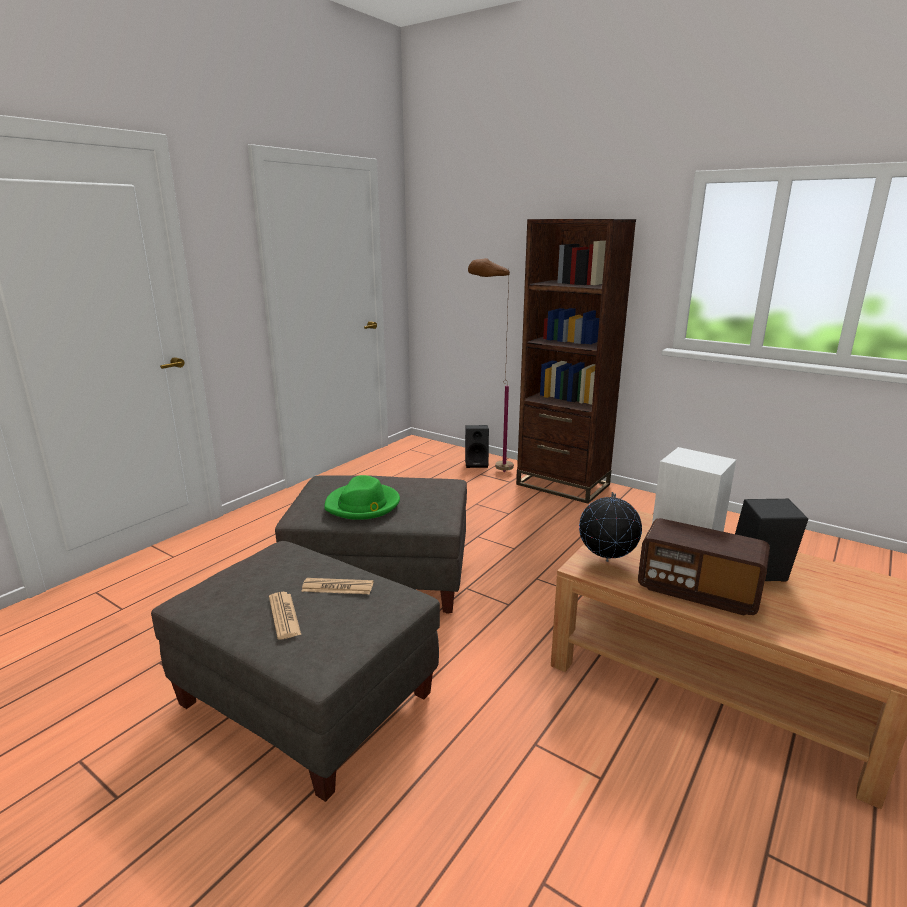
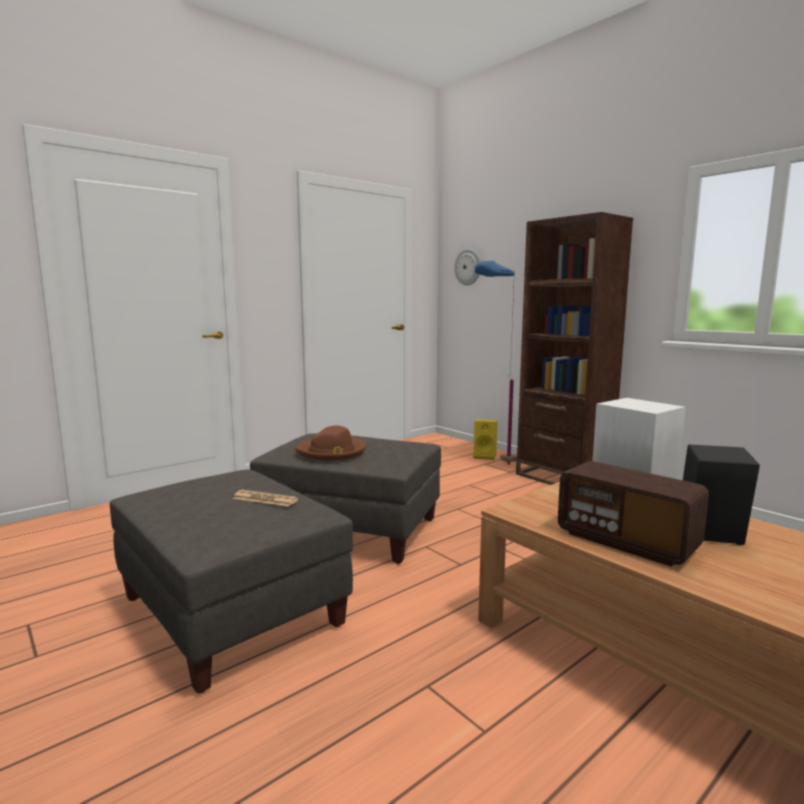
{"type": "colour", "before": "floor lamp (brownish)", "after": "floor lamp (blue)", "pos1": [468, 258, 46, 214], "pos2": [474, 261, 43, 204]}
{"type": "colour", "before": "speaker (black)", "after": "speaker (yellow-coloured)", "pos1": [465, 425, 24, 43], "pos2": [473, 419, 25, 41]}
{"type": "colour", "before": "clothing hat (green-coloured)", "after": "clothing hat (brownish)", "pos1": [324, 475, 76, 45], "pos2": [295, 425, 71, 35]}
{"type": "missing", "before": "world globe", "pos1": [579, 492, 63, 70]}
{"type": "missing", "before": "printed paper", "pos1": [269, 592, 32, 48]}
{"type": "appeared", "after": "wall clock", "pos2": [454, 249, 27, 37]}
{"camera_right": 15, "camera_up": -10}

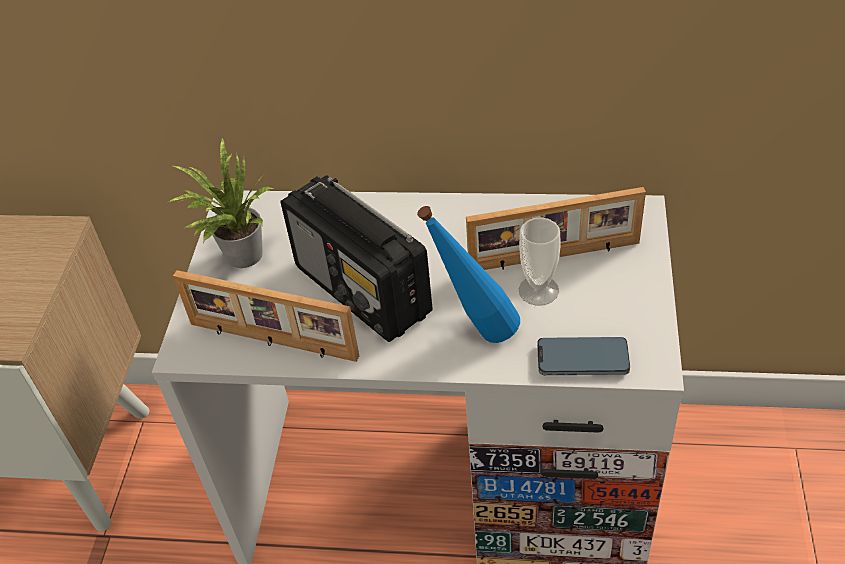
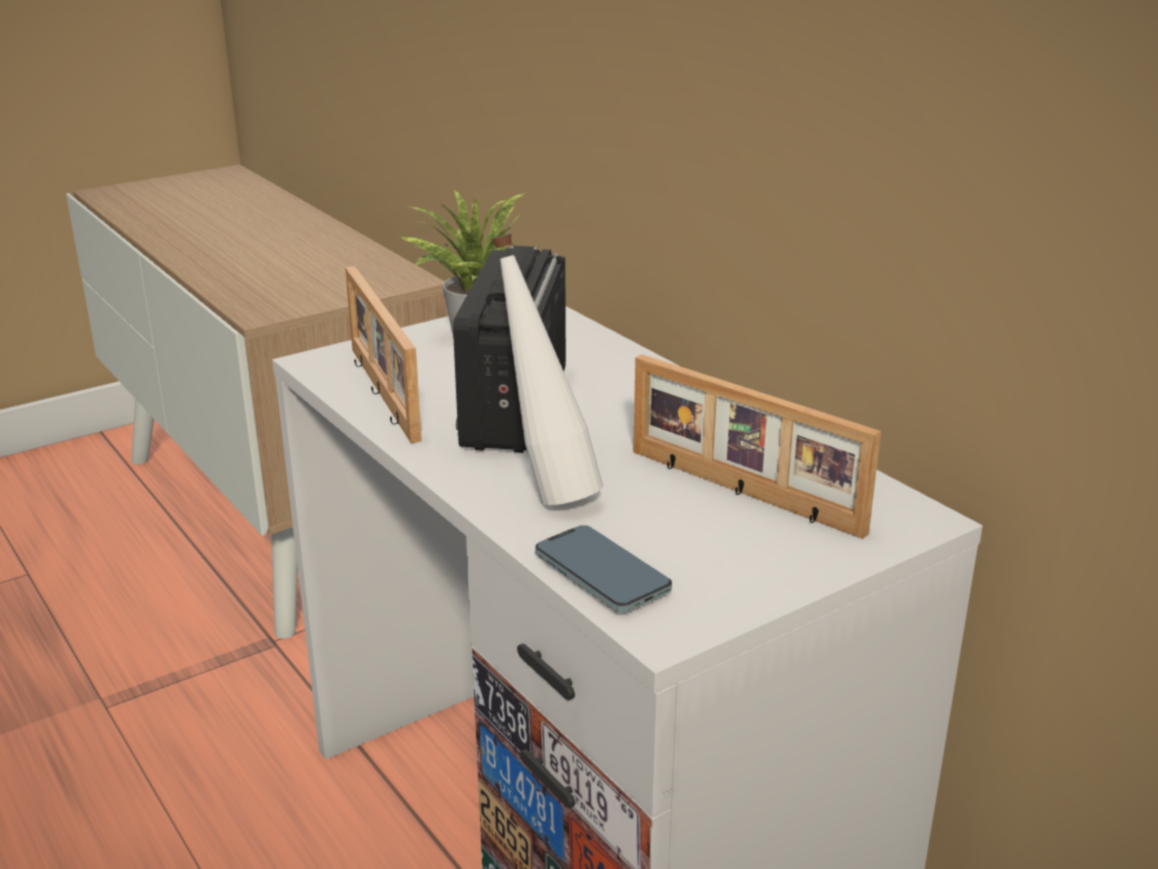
{"type": "colour", "before": "beverage bottle (blue)", "after": "beverage bottle (white)", "pos1": [417, 206, 103, 137], "pos2": [492, 234, 111, 271]}
{"type": "missing", "before": "drinking cup", "pos1": [519, 217, 41, 89]}
{"camera_right": 45, "camera_up": -20}

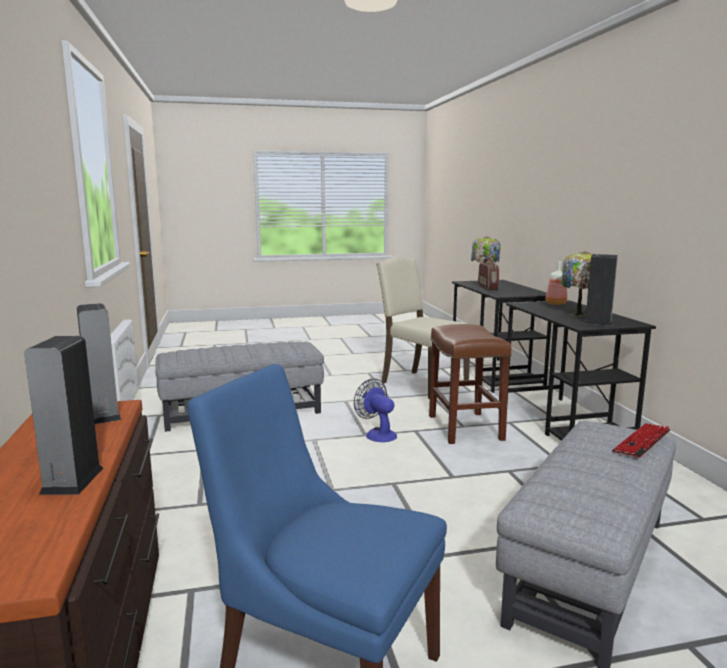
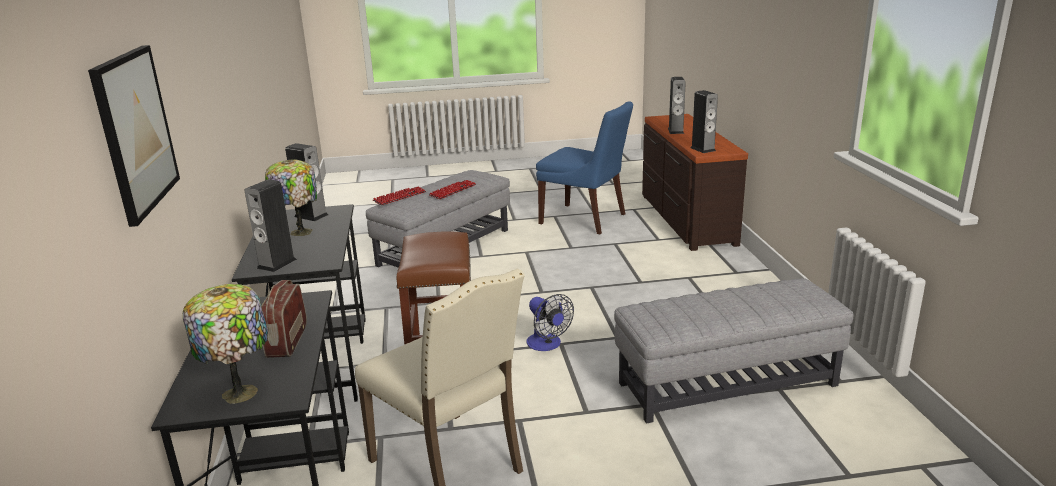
{"type": "exchanged", "before": "beverage bottle", "after": "speaker", "pos1": [546, 261, 21, 44], "pos2": [244, 179, 53, 93]}
{"type": "appeared", "after": "wall picture", "pos2": [88, 45, 92, 182]}
{"type": "appeared", "after": "keyboard", "pos2": [429, 180, 47, 19]}
{"camera_right": -175, "camera_up": 10}

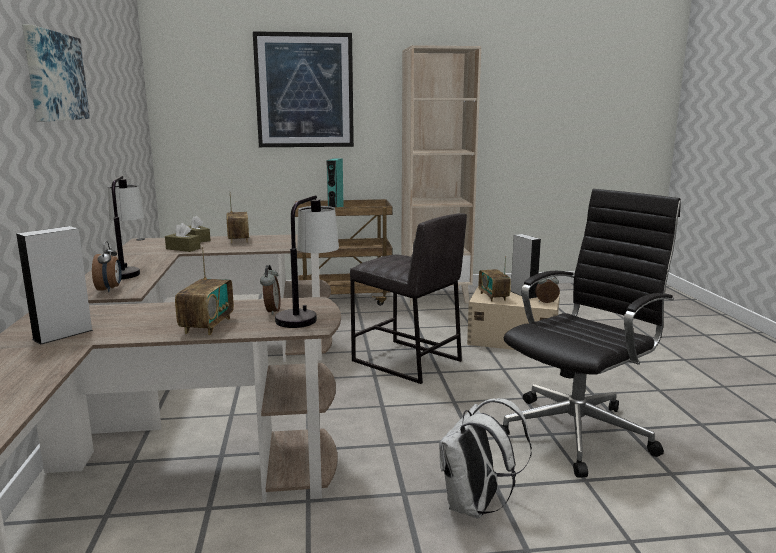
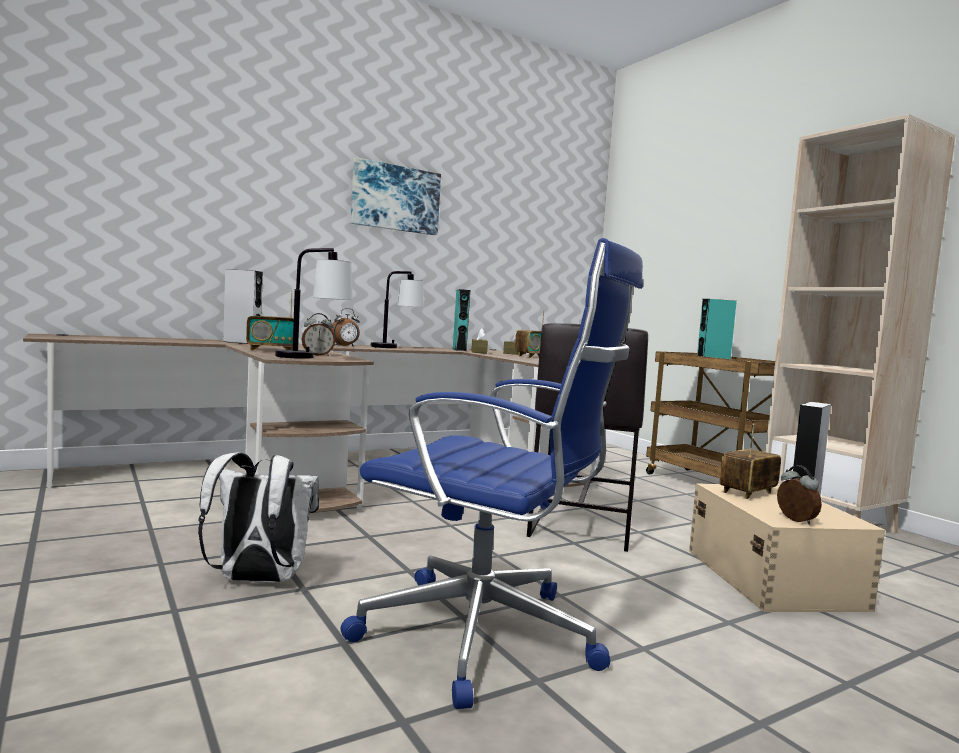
{"type": "missing", "before": "wall picture", "pos1": [253, 31, 101, 116]}
{"type": "colour", "before": "office chair (black)", "after": "office chair (blue)", "pos1": [501, 189, 180, 289], "pos2": [340, 238, 303, 471]}
{"type": "appeared", "after": "speaker (turquoise-coloured)", "pos2": [453, 289, 17, 62]}
{"camera_right": 65, "camera_up": -10}

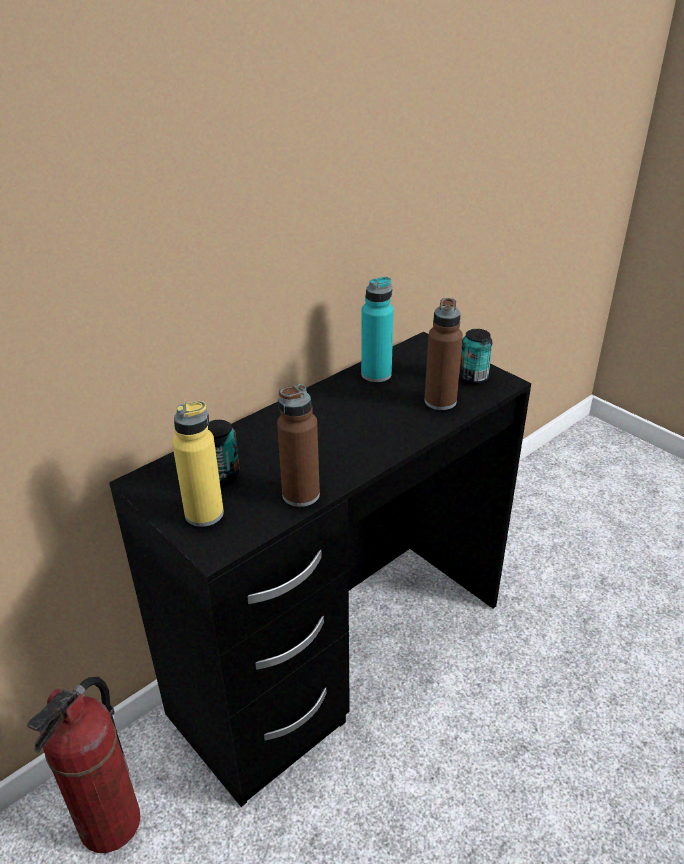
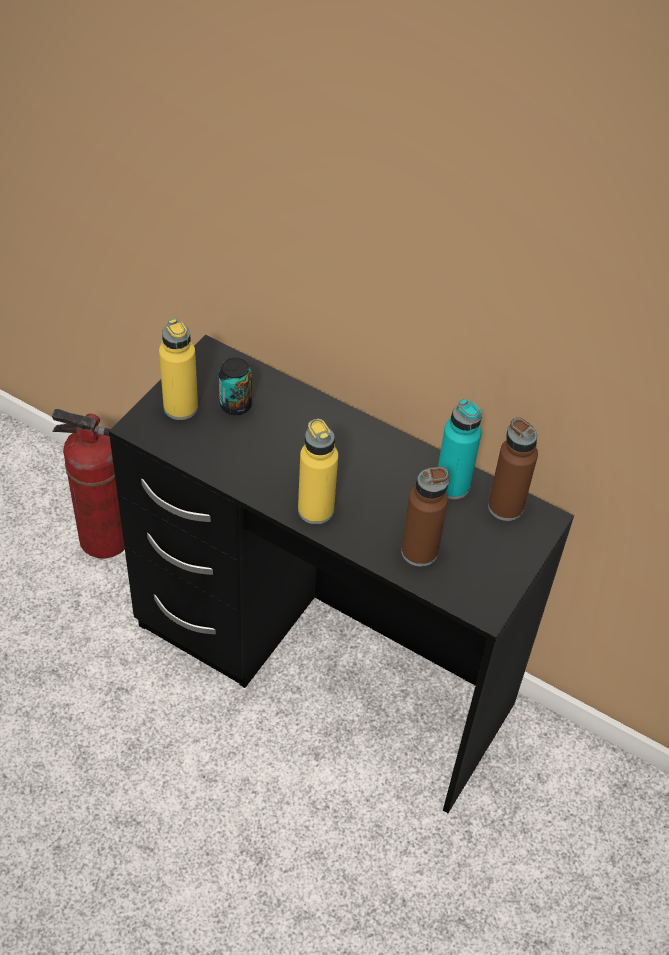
{"type": "missing", "before": "sealed can", "pos1": [459, 329, 34, 55]}
{"type": "relocated", "before": "beverage bottle (brownish)", "pos1": [277, 384, 43, 123], "pos2": [488, 417, 50, 104]}
{"type": "appeared", "after": "beverage bottle (yellow-coloured)", "pos2": [298, 419, 40, 105]}
{"camera_right": 70, "camera_up": 15}

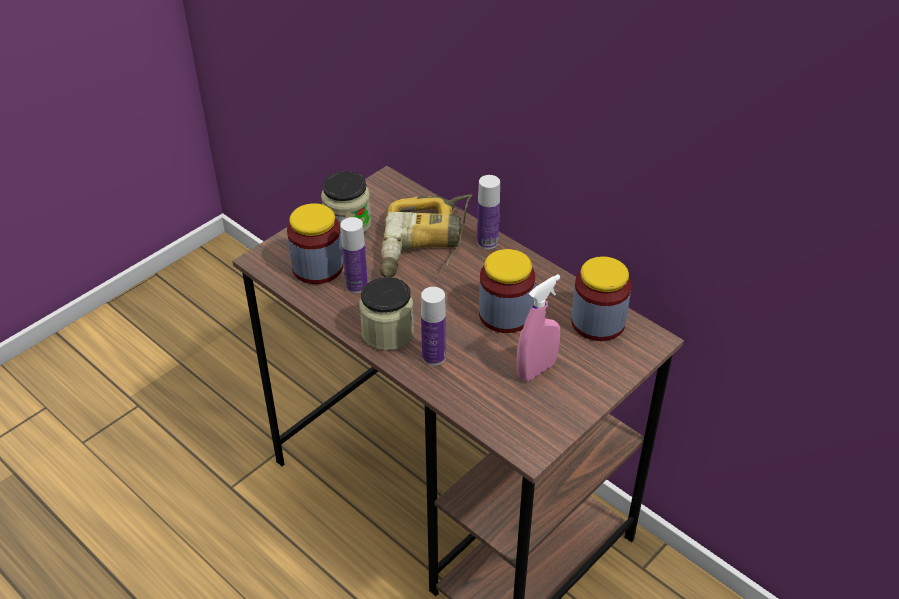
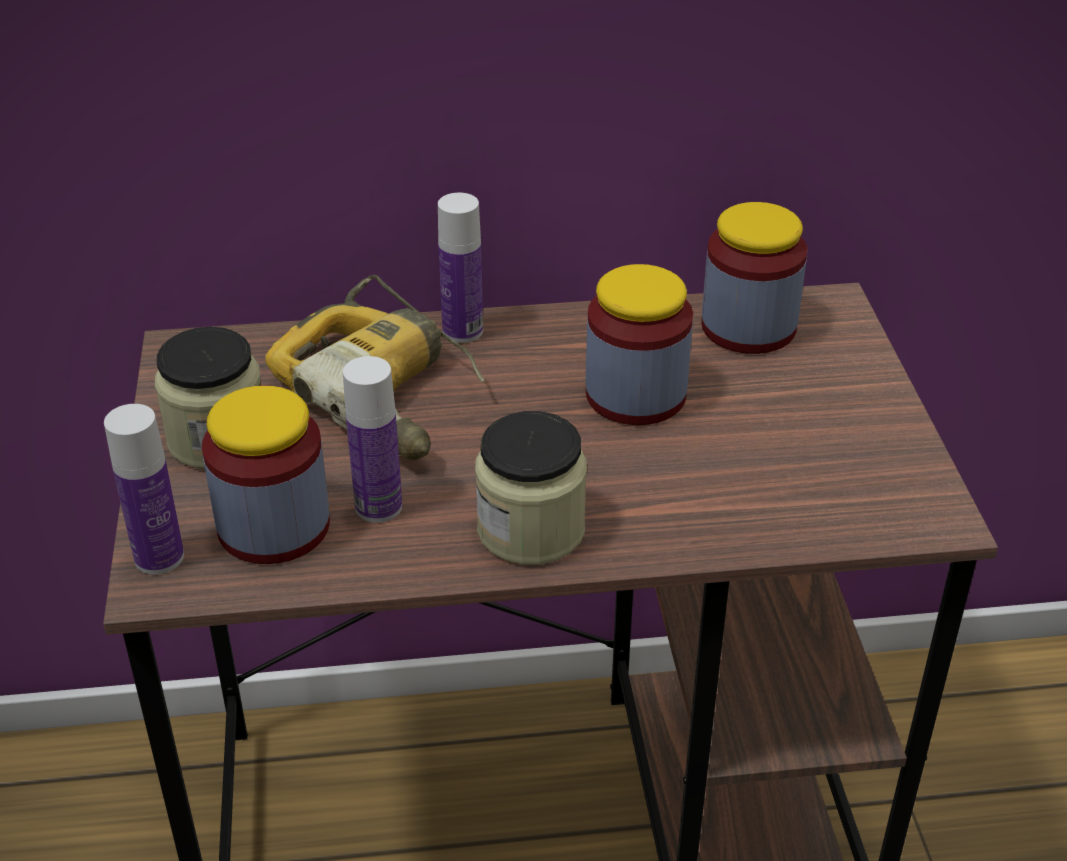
{"type": "missing", "before": "hand sprayer (pink)", "pos1": [517, 274, 44, 107]}
{"type": "relocated", "before": "beverage bottle", "pos1": [421, 287, 25, 79], "pos2": [104, 404, 80, 170]}
{"camera_right": -50, "camera_up": -5}

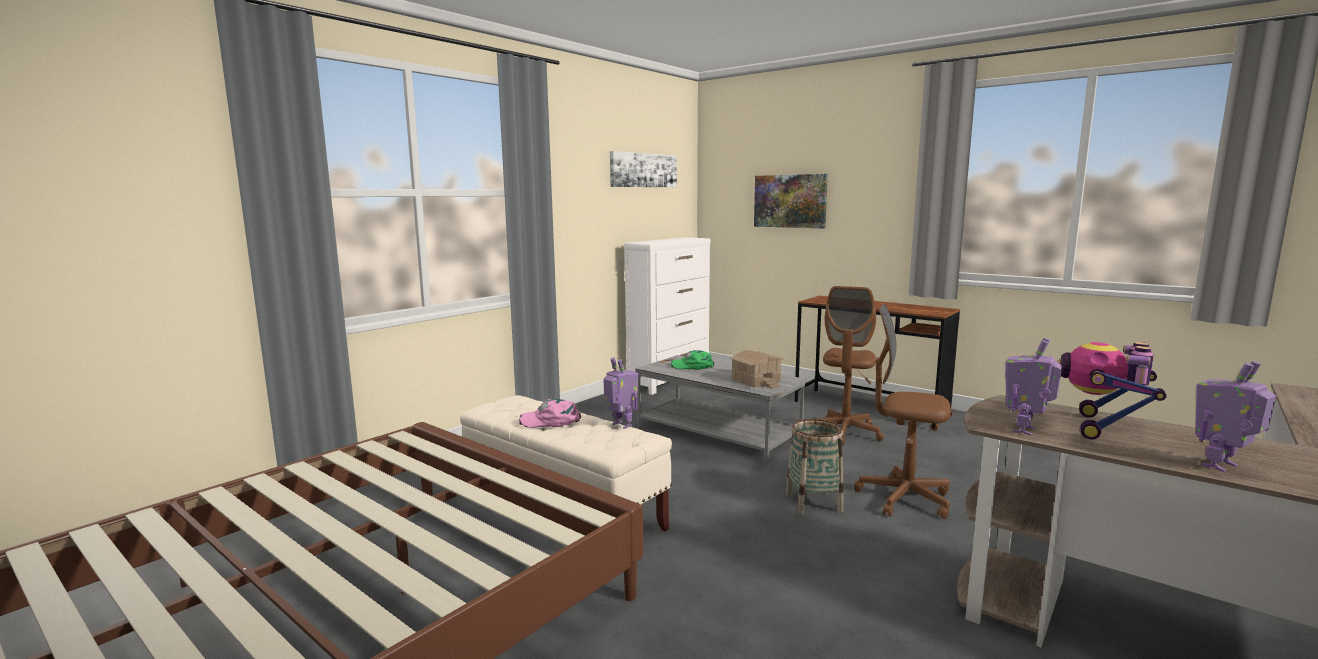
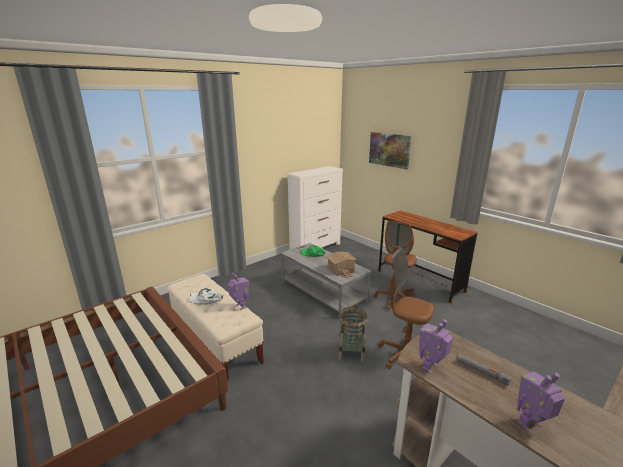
{"type": "missing", "before": "wall picture", "pos1": [610, 151, 67, 36]}
{"type": "exchanged", "before": "toy robot", "after": "torch (grey)", "pos1": [1058, 342, 108, 97], "pos2": [456, 354, 56, 32]}
{"type": "colour", "before": "cap (pink)", "after": "cap (white)", "pos1": [519, 399, 62, 29], "pos2": [189, 288, 35, 17]}
{"camera_right": 10, "camera_up": 10}

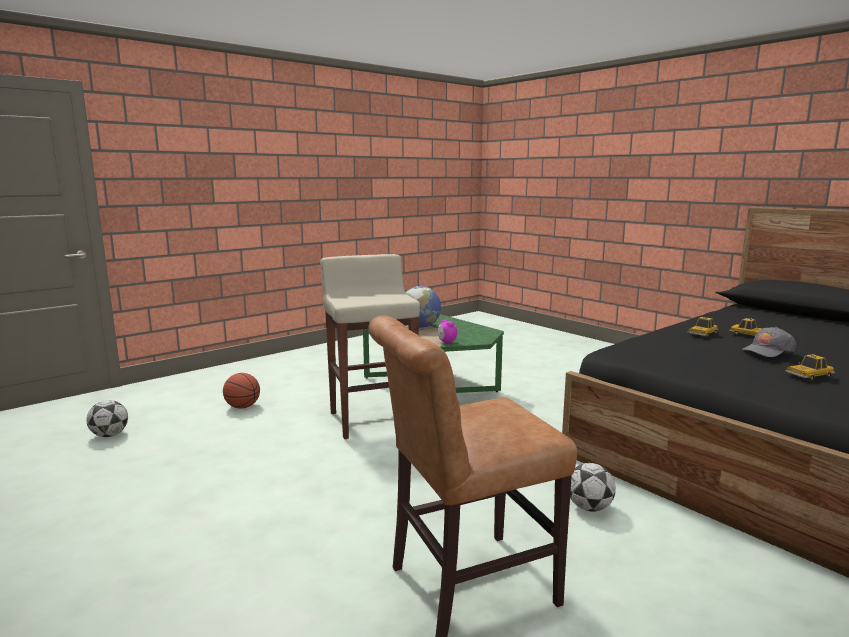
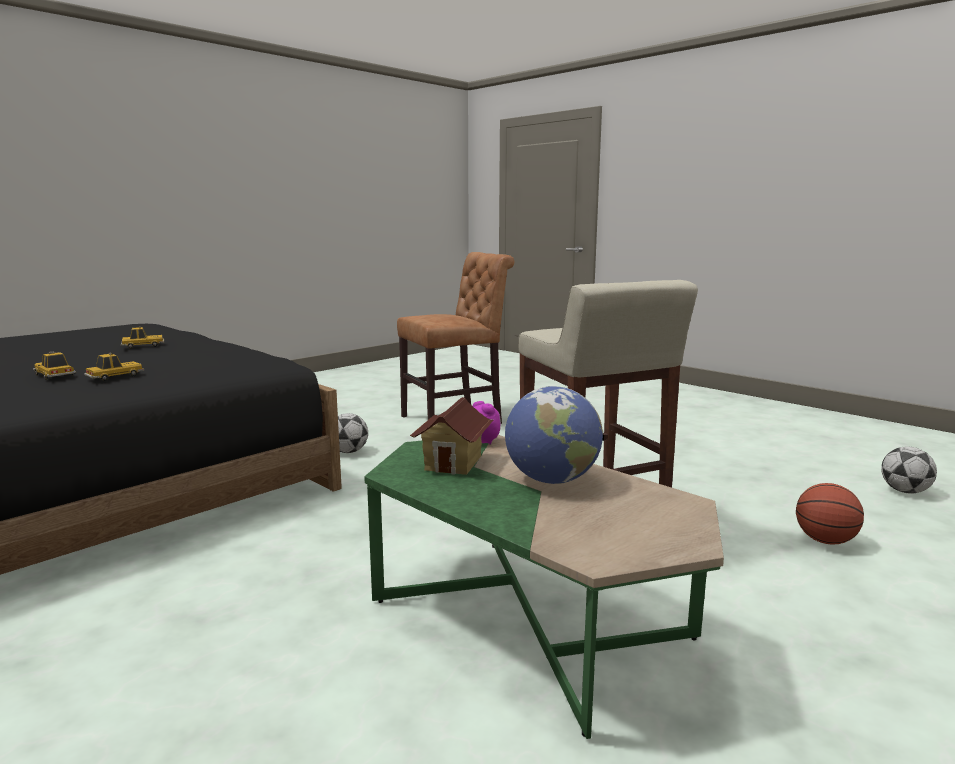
{"type": "missing", "before": "cap (grey)", "pos1": [742, 327, 55, 30]}
{"type": "appeared", "after": "model house", "pos2": [410, 397, 83, 78]}
{"camera_right": 175, "camera_up": 0}

